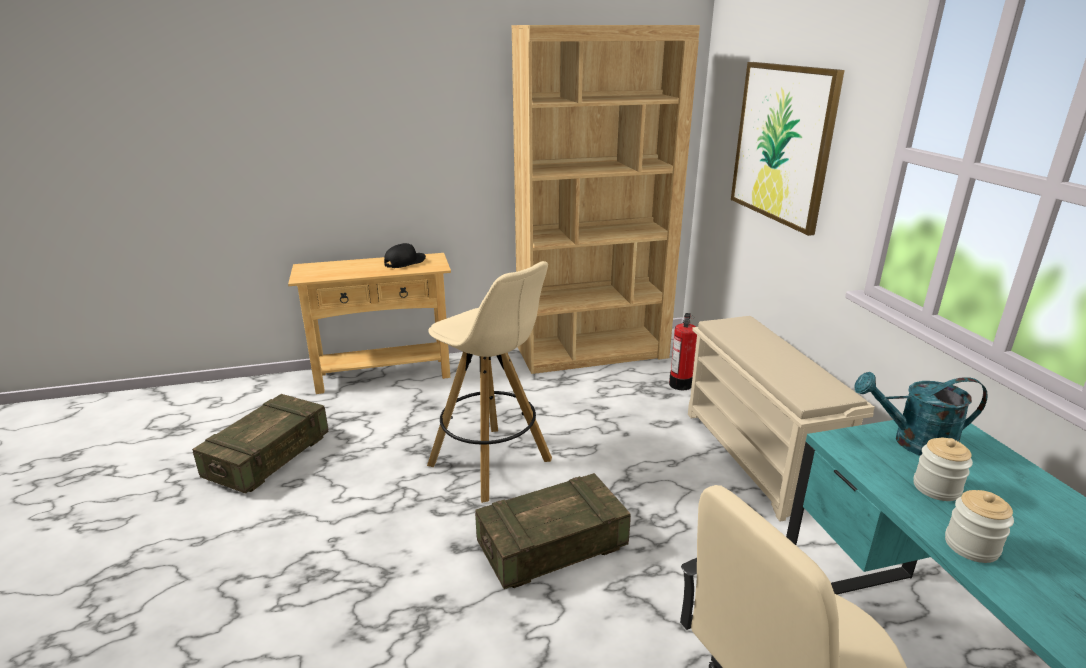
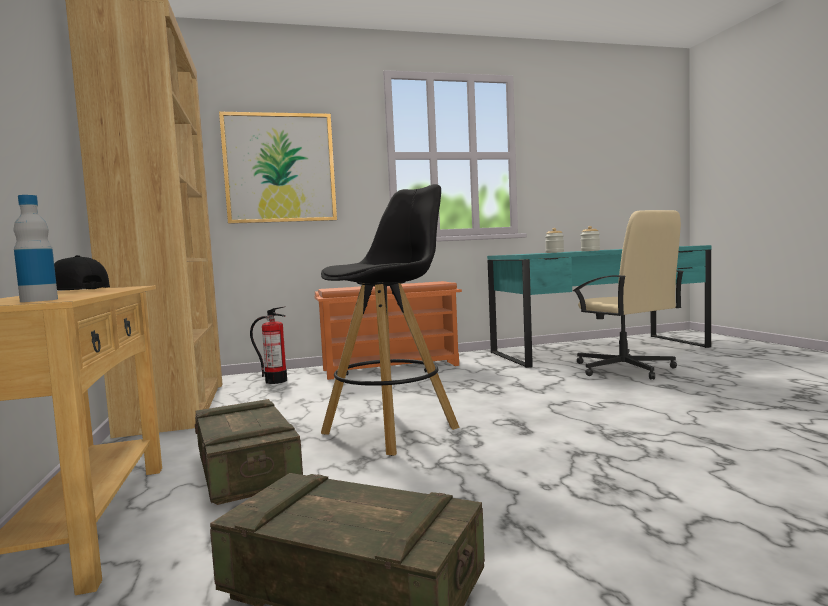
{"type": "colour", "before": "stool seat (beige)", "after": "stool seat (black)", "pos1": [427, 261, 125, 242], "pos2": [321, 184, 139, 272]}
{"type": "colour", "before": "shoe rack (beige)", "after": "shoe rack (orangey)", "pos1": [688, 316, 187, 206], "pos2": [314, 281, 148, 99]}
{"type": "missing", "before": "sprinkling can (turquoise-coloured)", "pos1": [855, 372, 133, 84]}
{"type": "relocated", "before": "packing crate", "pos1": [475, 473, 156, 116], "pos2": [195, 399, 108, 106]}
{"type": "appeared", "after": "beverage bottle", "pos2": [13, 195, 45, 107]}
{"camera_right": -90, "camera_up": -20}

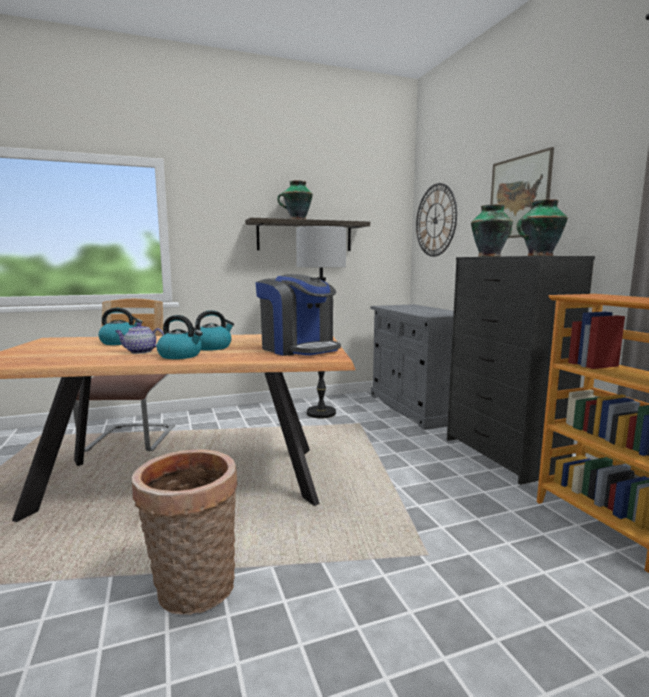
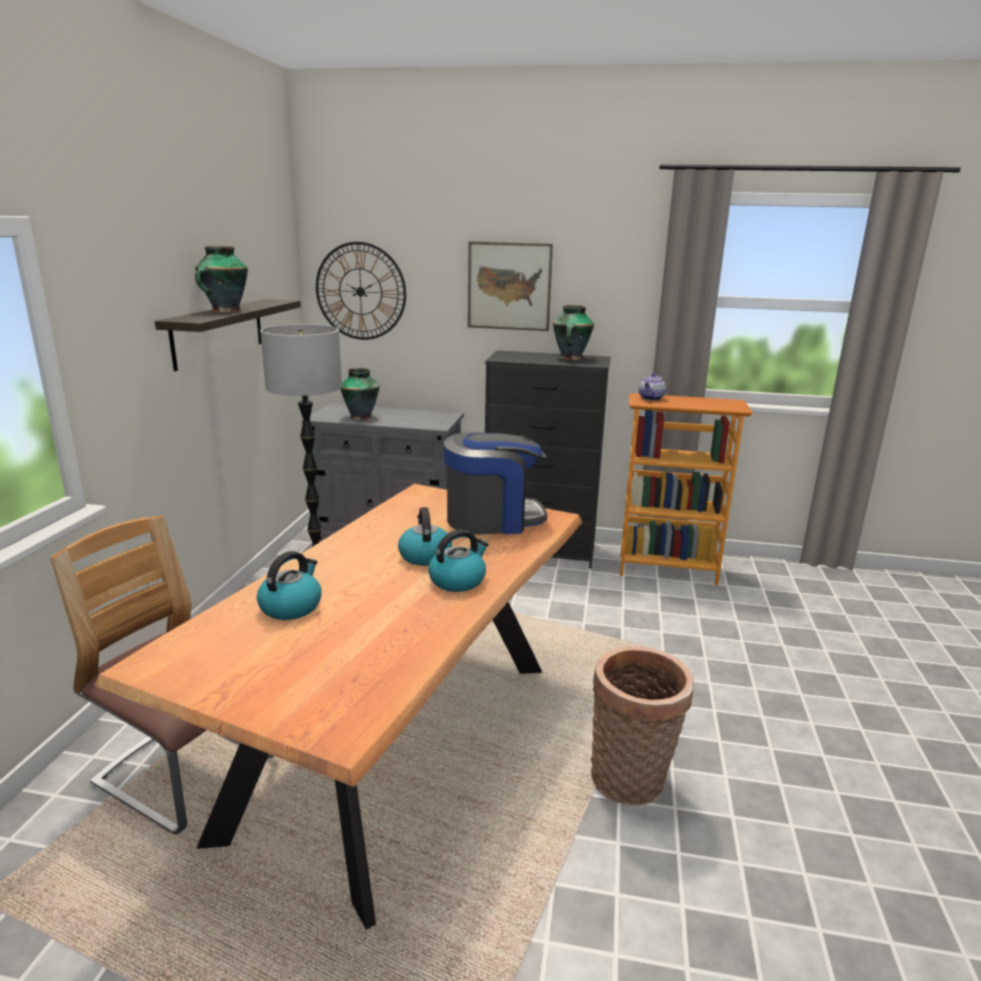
{"type": "relocated", "before": "flower vase", "pos1": [471, 204, 42, 53], "pos2": [341, 368, 39, 53]}
{"type": "relocated", "before": "tea pot", "pos1": [115, 323, 49, 31], "pos2": [639, 373, 27, 28]}
{"camera_right": -60, "camera_up": 10}

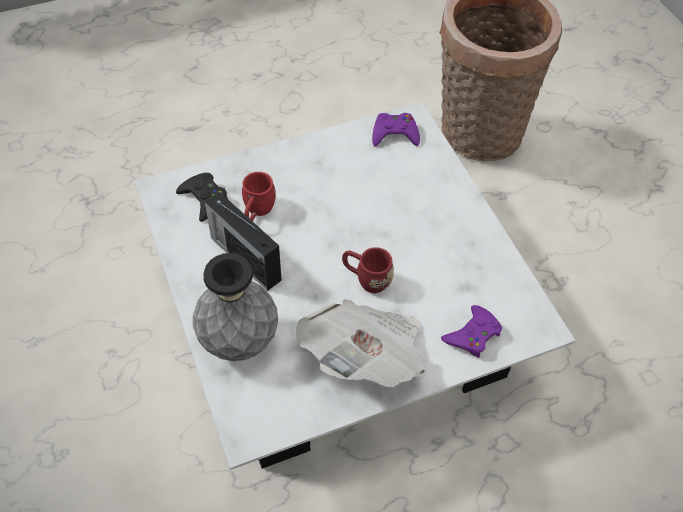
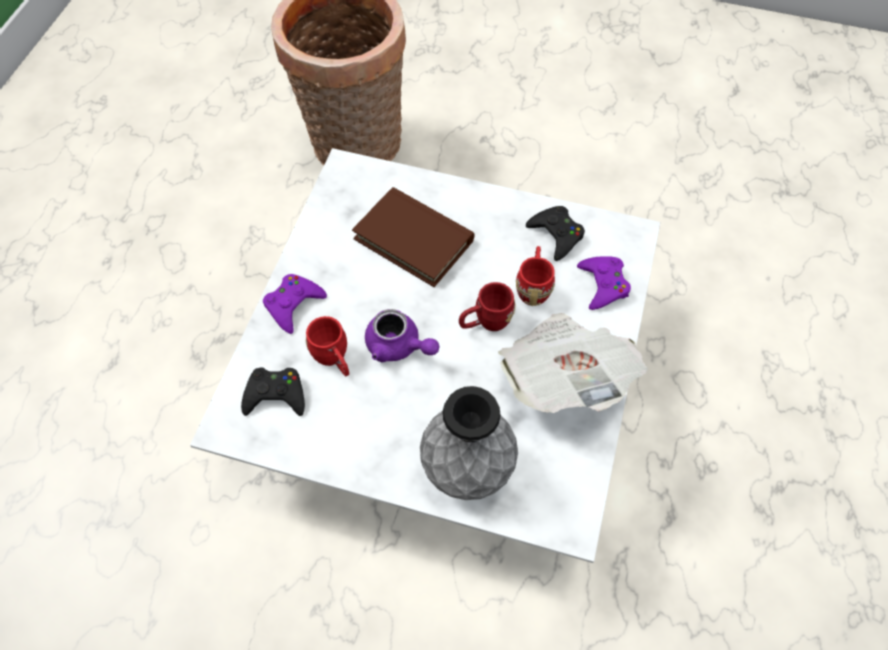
{"type": "relocated", "before": "game controller (purple-coloured)", "pos1": [372, 113, 48, 34], "pos2": [263, 274, 64, 60]}
{"type": "missing", "before": "radio", "pos1": [205, 192, 77, 99]}
{"type": "appeared", "after": "bound book (brownish)", "pos2": [352, 187, 122, 100]}
{"type": "appeared", "after": "game controller (black)", "pos2": [526, 206, 59, 55]}
{"type": "appeared", "after": "coffee mug (reddish)", "pos2": [516, 246, 39, 60]}
{"type": "appeared", "after": "tea pot (purple-coloured)", "pos2": [365, 309, 74, 53]}
{"camera_right": -50, "camera_up": 5}

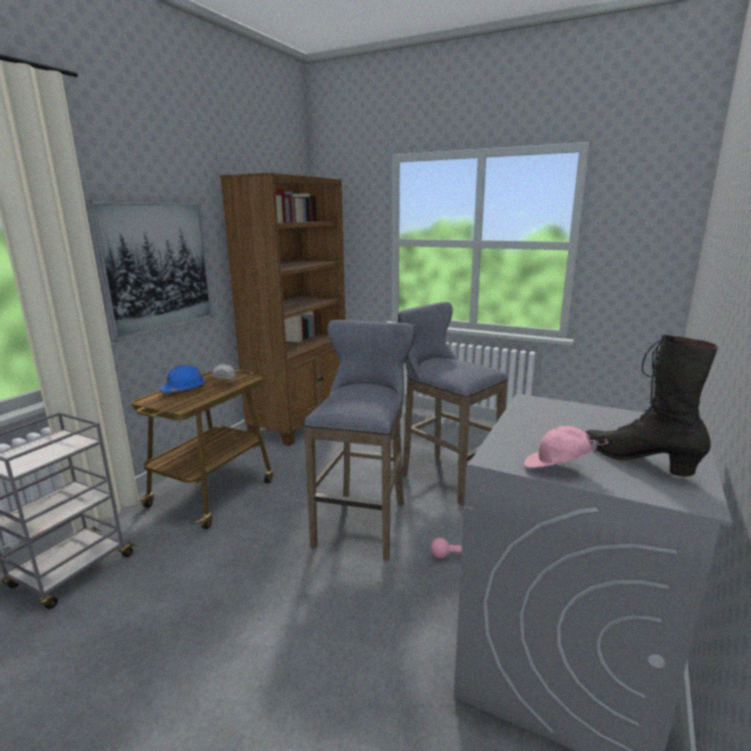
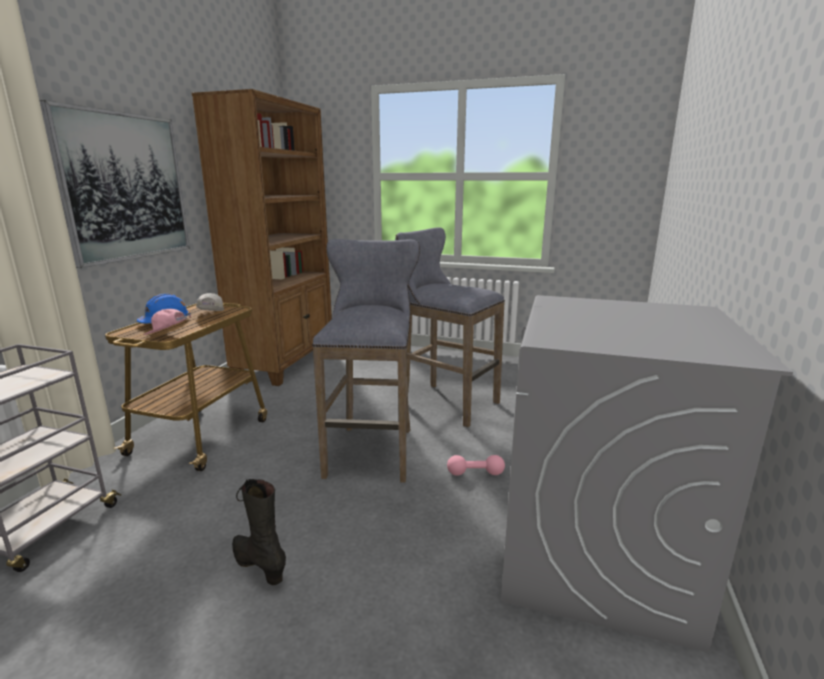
{"type": "relocated", "before": "boot (black)", "pos1": [585, 335, 133, 142], "pos2": [232, 479, 54, 106]}
{"type": "relocated", "before": "cap (pink)", "pos1": [524, 426, 84, 42], "pos2": [144, 309, 47, 26]}
{"camera_right": -10, "camera_up": 0}

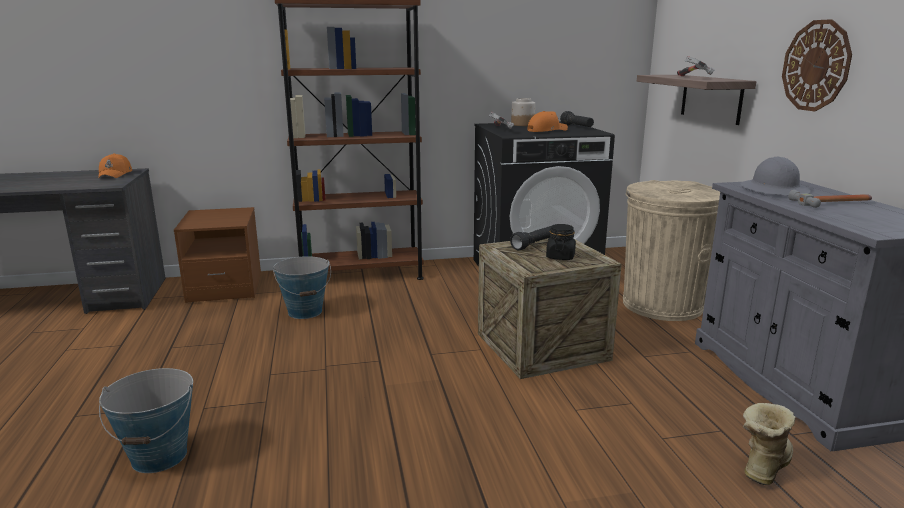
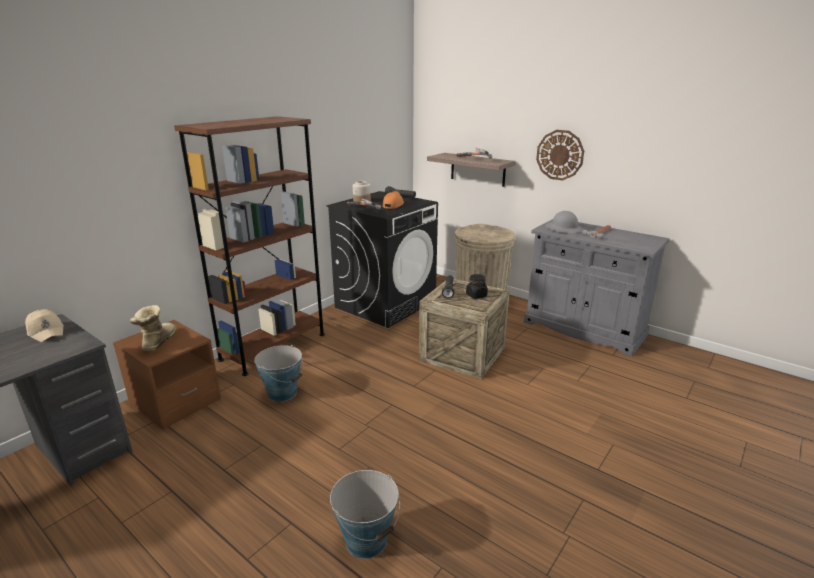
{"type": "colour", "before": "cap (orangey)", "after": "cap (beige)", "pos1": [99, 153, 33, 25], "pos2": [25, 309, 39, 33]}
{"type": "relocated", "before": "boot", "pos1": [743, 403, 53, 82], "pos2": [130, 305, 46, 47]}
{"camera_right": -40, "camera_up": 5}

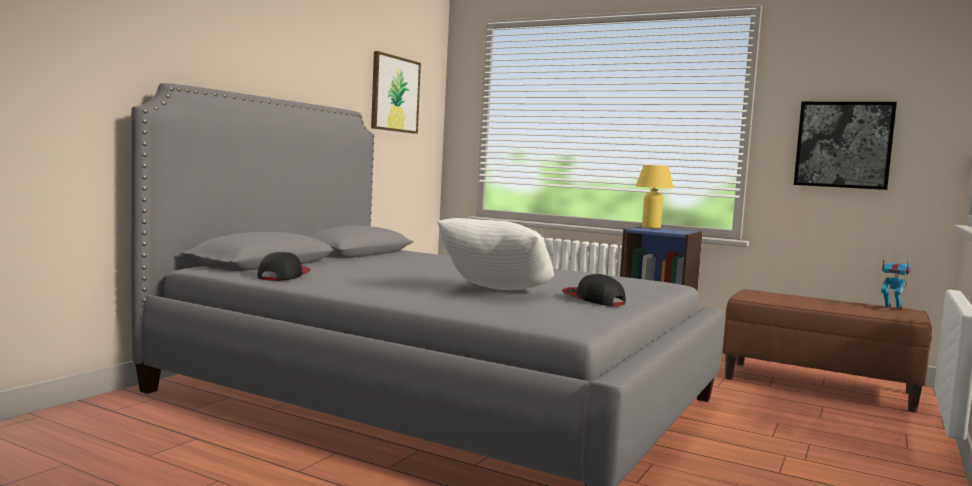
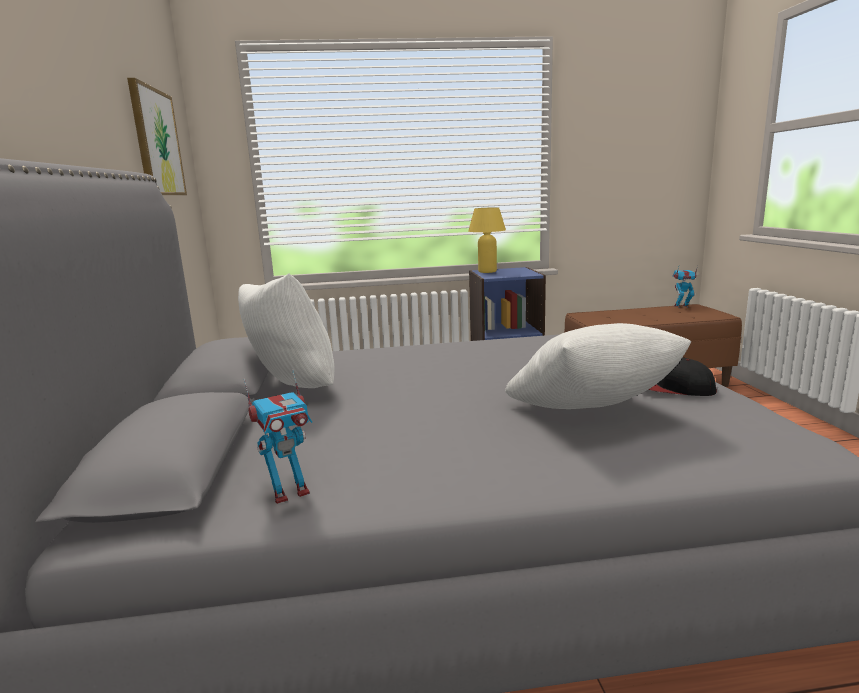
{"type": "missing", "before": "wall picture", "pos1": [794, 102, 103, 88]}
{"type": "exchanged", "before": "cap", "after": "toy robot", "pos1": [257, 252, 53, 29], "pos2": [244, 369, 68, 135]}
{"type": "appeared", "after": "throw pillow (white)", "pos2": [238, 273, 97, 115]}
{"camera_right": -35, "camera_up": 10}

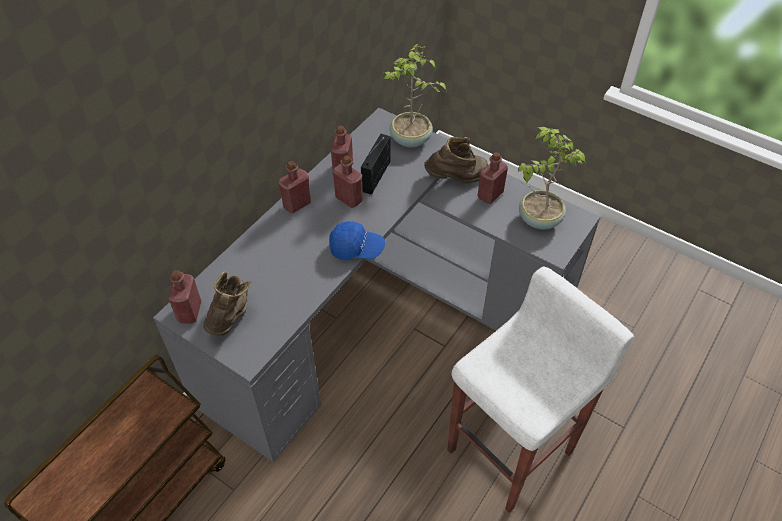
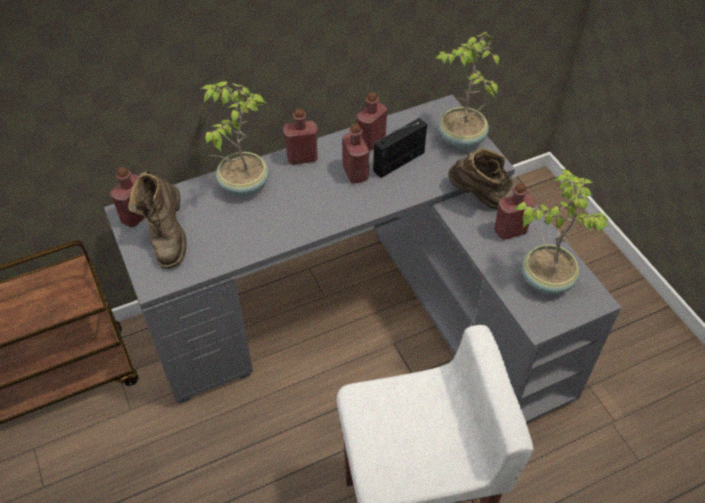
{"type": "missing", "before": "cap (blue)", "pos1": [329, 221, 56, 38]}
{"type": "spun", "before": "boot (brownish)", "pos1": [203, 271, 48, 65], "pos2": [128, 171, 59, 98], "turn": 135}
{"type": "appeared", "after": "plant in a pot", "pos2": [200, 81, 69, 115]}
{"camera_right": 30, "camera_up": 0}

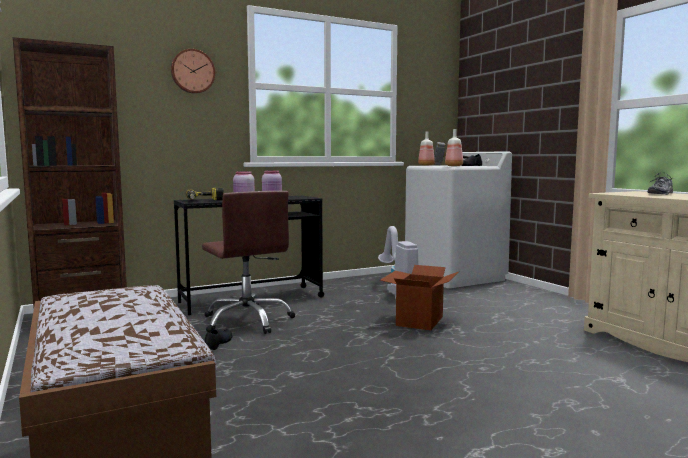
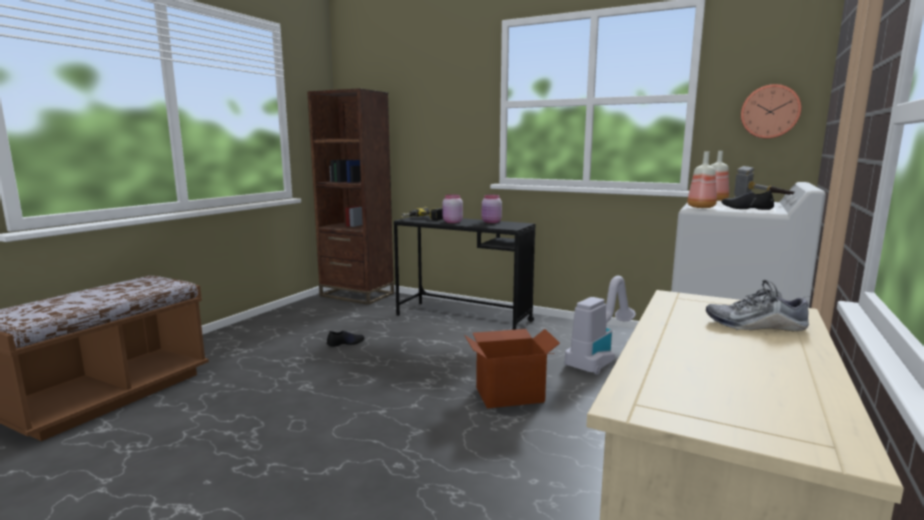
{"type": "relocated", "before": "wall clock", "pos1": [171, 49, 44, 45], "pos2": [741, 84, 60, 55]}
{"type": "missing", "before": "office chair (brownish)", "pos1": [202, 191, 93, 143]}
{"camera_right": 55, "camera_up": 5}

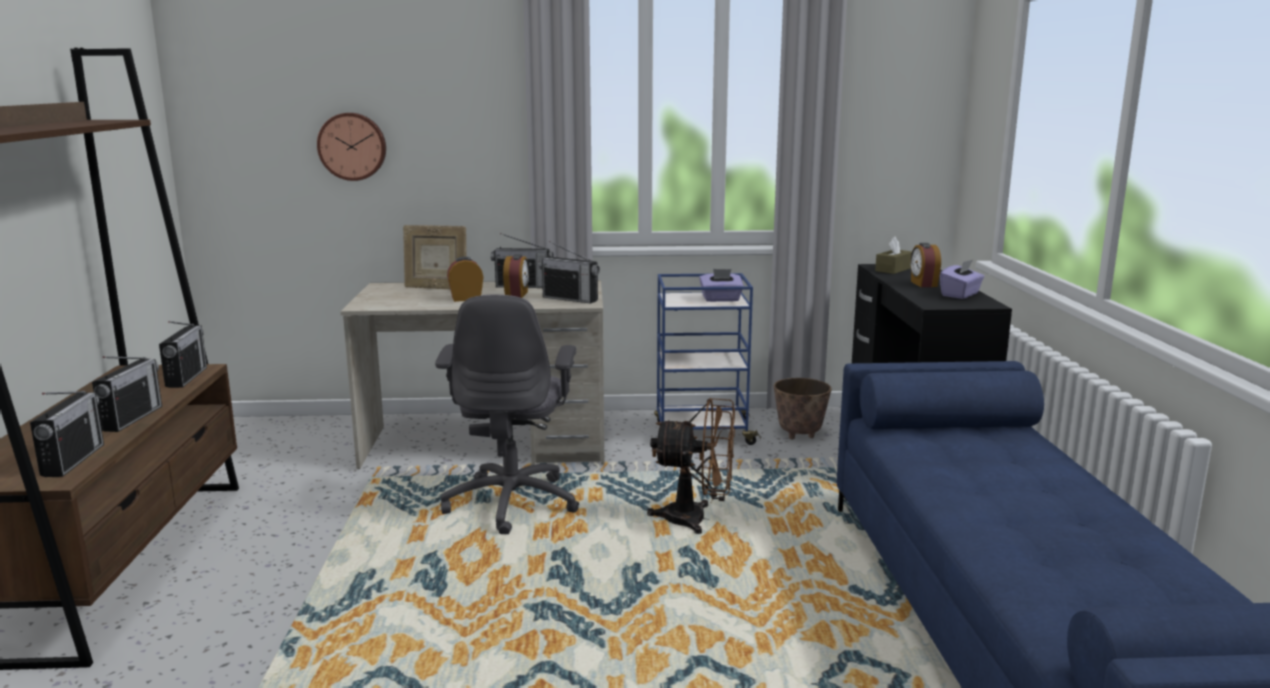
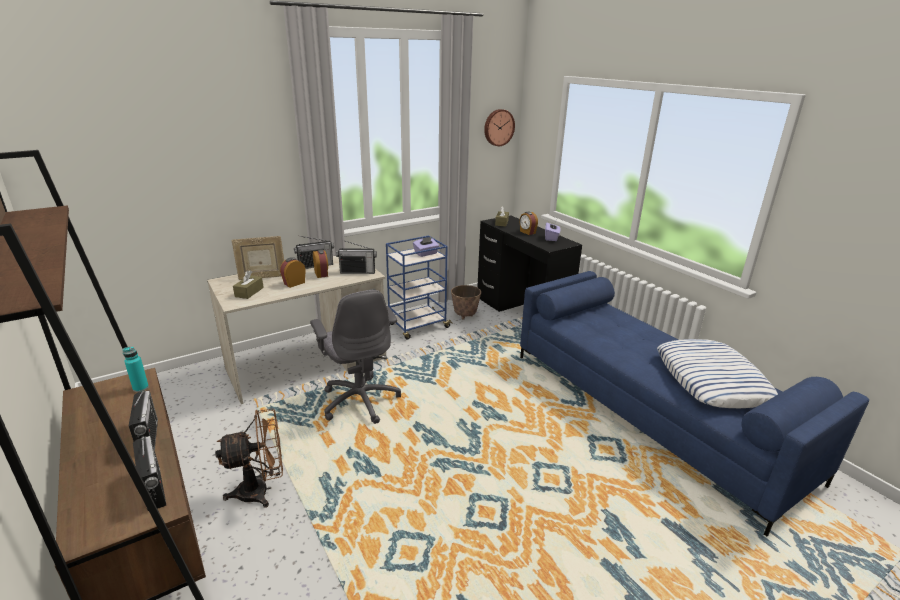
{"type": "relocated", "before": "wall clock", "pos1": [317, 113, 69, 68], "pos2": [484, 109, 31, 37]}
{"type": "exchanged", "before": "radio", "after": "beverage bottle (turquoise-coloured)", "pos1": [159, 321, 48, 67], "pos2": [122, 346, 27, 46]}
{"type": "relocated", "before": "fan (brownish)", "pos1": [647, 398, 88, 136], "pos2": [215, 408, 68, 100]}
{"type": "appeared", "after": "box of tissues (brownish)", "pos2": [233, 270, 31, 29]}
{"type": "appeared", "after": "throw pillow", "pos2": [657, 339, 121, 69]}
{"camera_right": -30, "camera_up": 10}

